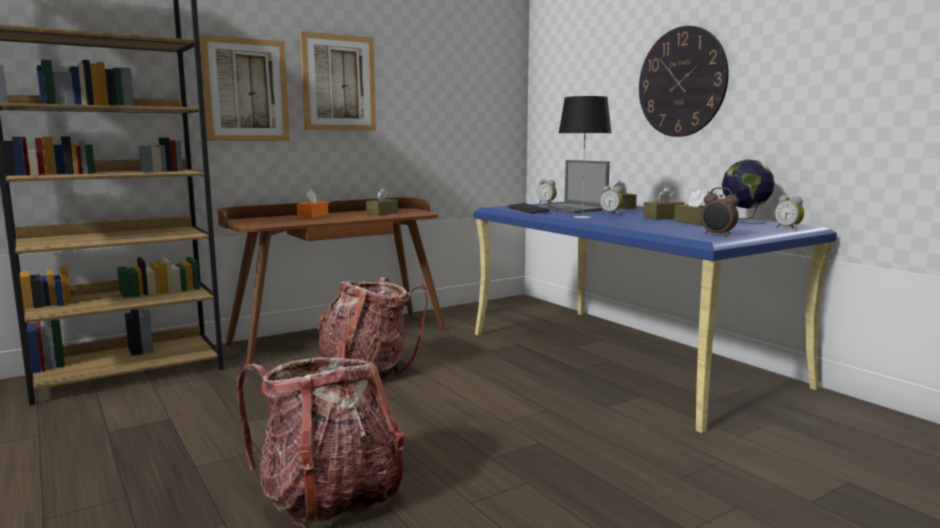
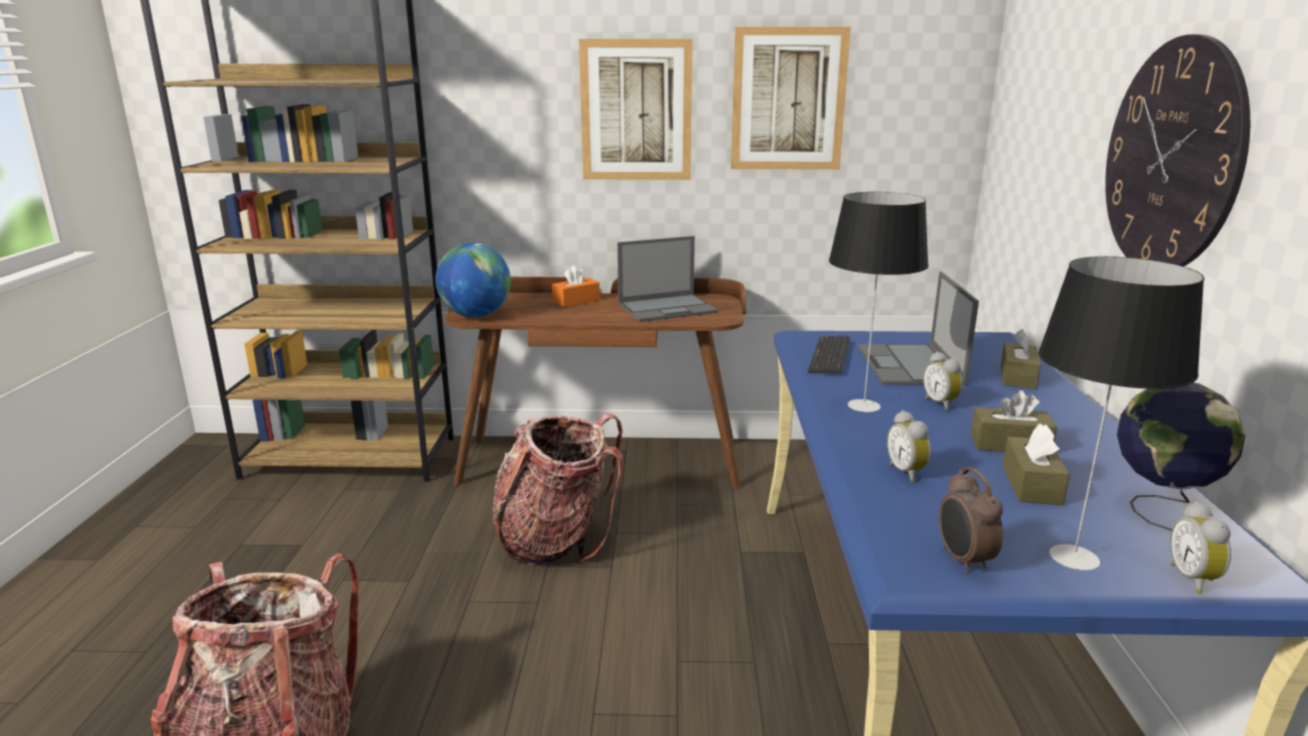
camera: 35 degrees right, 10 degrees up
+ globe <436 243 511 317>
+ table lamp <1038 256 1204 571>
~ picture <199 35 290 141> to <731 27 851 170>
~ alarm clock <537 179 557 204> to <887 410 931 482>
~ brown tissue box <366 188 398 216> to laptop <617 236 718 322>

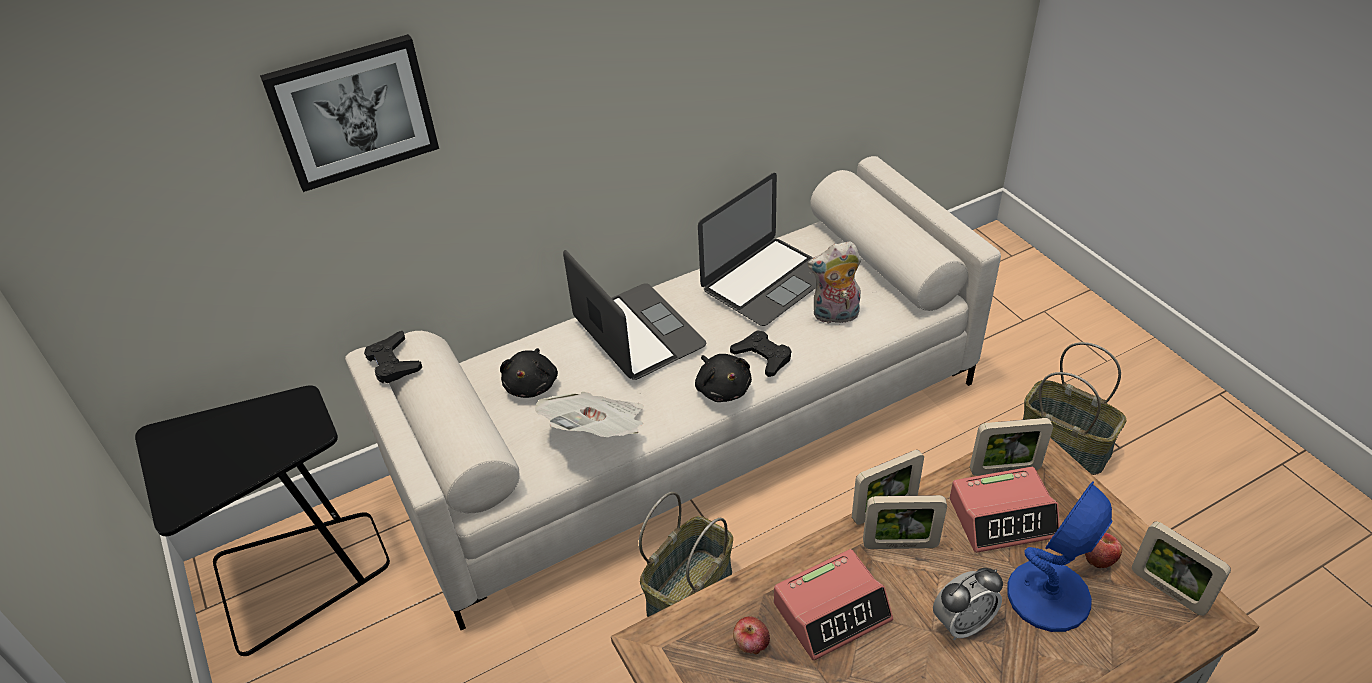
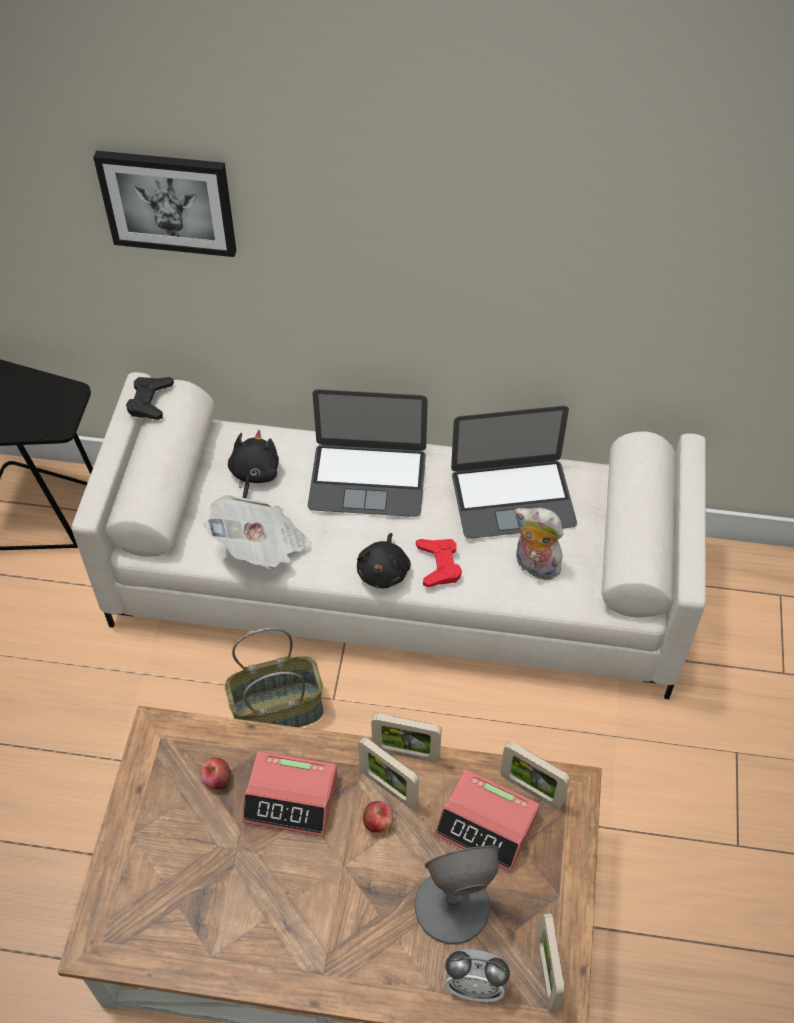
camera: 35 degrees right, 10 degrees up
- basket <1023 342 1126 475>
~ alarm clock <933 568 1003 640> to <445 949 510 1002>
~ apple <1085 532 1122 568> to <363 801 393 833>
~ black game controller <730 330 791 377> to red game controller <416 539 462 587>
~ blue table lamp <1007 481 1113 632> to grey table lamp <414 845 500 945>
~ black plush toy <500 348 558 398> = <228 430 279 498> 150 degrees clockwise
~ laptop <563 250 707 380> = <308 389 428 517> 90 degrees clockwise

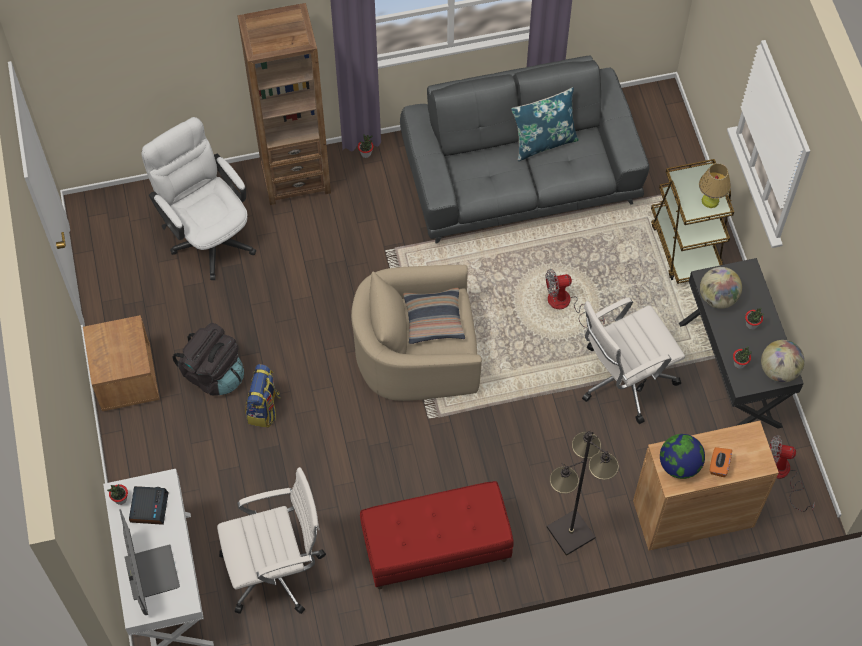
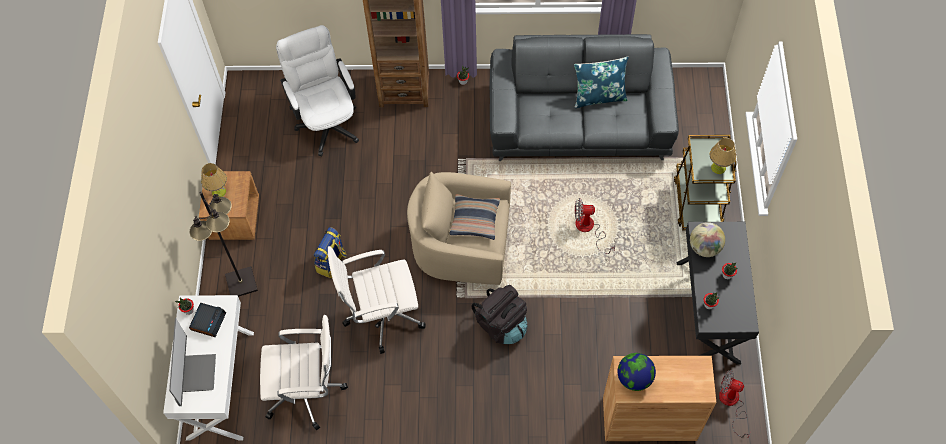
camera: 15 degrees right, 0 degrees up
- red bench <360 481 514 589>
- orange tissue box <709 447 732 477>
- globe <761 340 805 383>
+ table lamp <201 163 227 197>
~ black backpack <173 323 244 396> to <472 285 528 344>
~ black floor lamp <547 431 619 556> to <190 192 258 297>
~ white office chair <582 297 685 424> to <328 246 426 354>

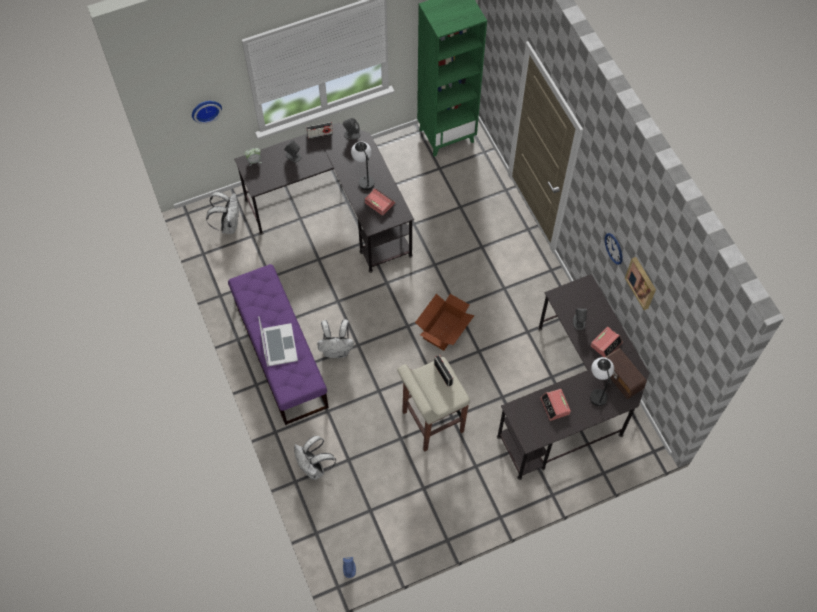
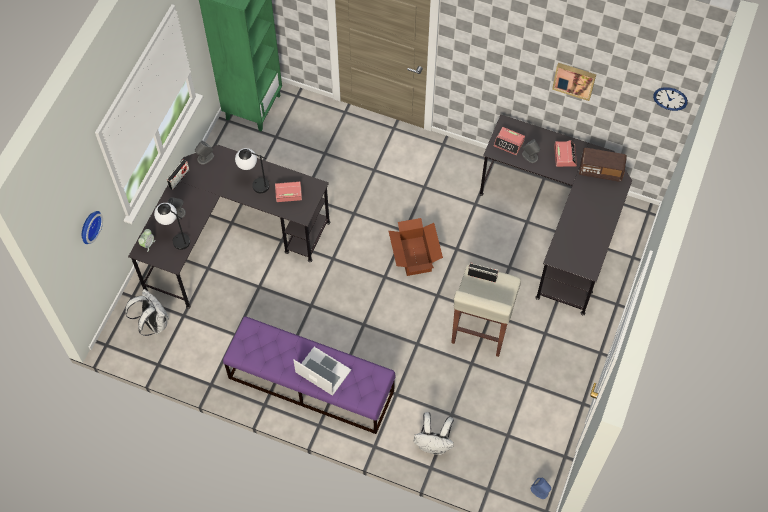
camera: 45 degrees left, 0 degrees up
- white backpack <317 319 354 358>
~ alarm clock <540 389 571 421> to <494 127 525 155>
~ table lamp <590 357 614 406> to <154 203 190 250>
~ wall clock <605 233 623 265> to <653 87 688 111>

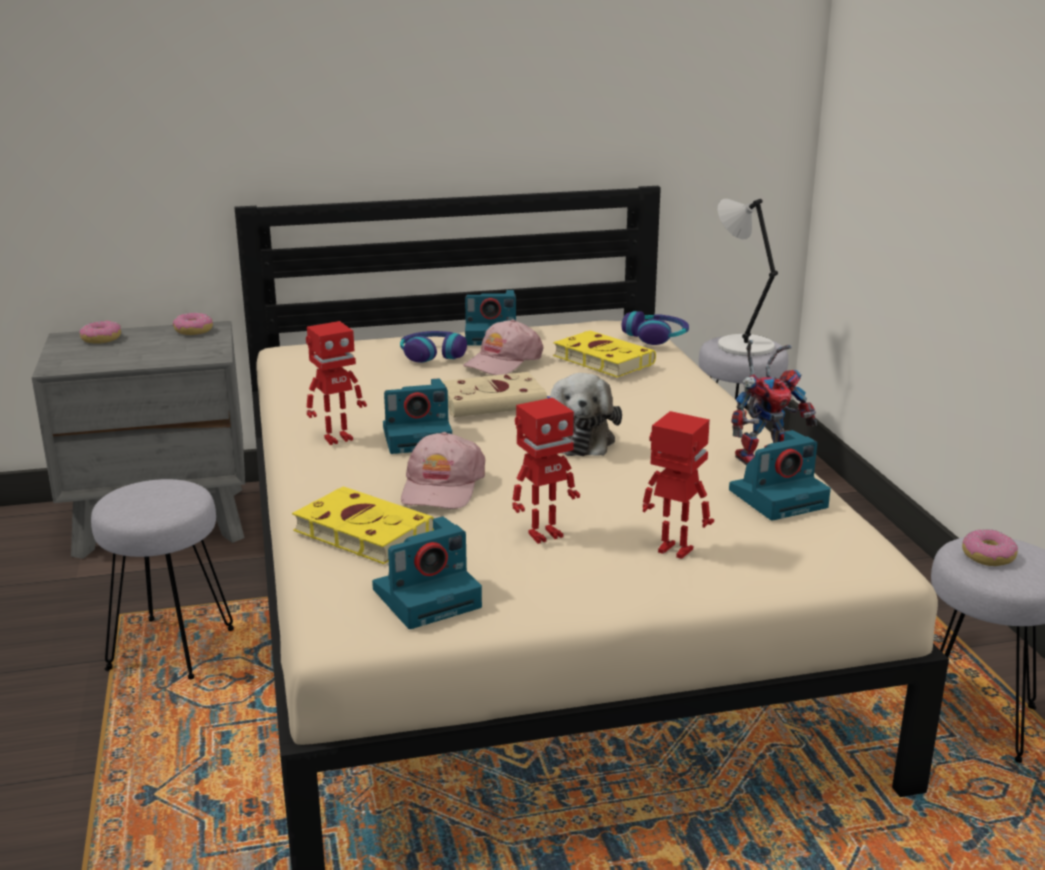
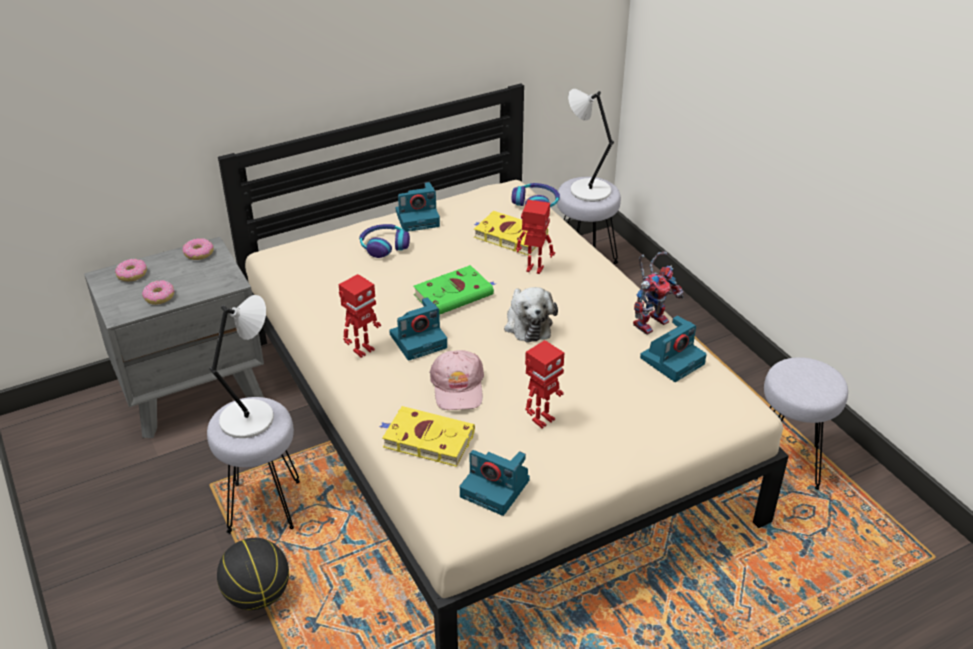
camera: 15 degrees left, 15 degrees up
- pink cap <463 319 543 375>
+ grey table lamp <210 295 274 438>
+ basketball <217 538 289 610>
~ toy robot <643 411 714 559> to <516 200 555 274>
~ donut <962 529 1018 566> to <142 280 174 305>
~ beige book <442 372 550 417> to green book <413 265 495 315>
~ photo camera <372 516 482 629> = <460 450 530 516> 75 degrees clockwise

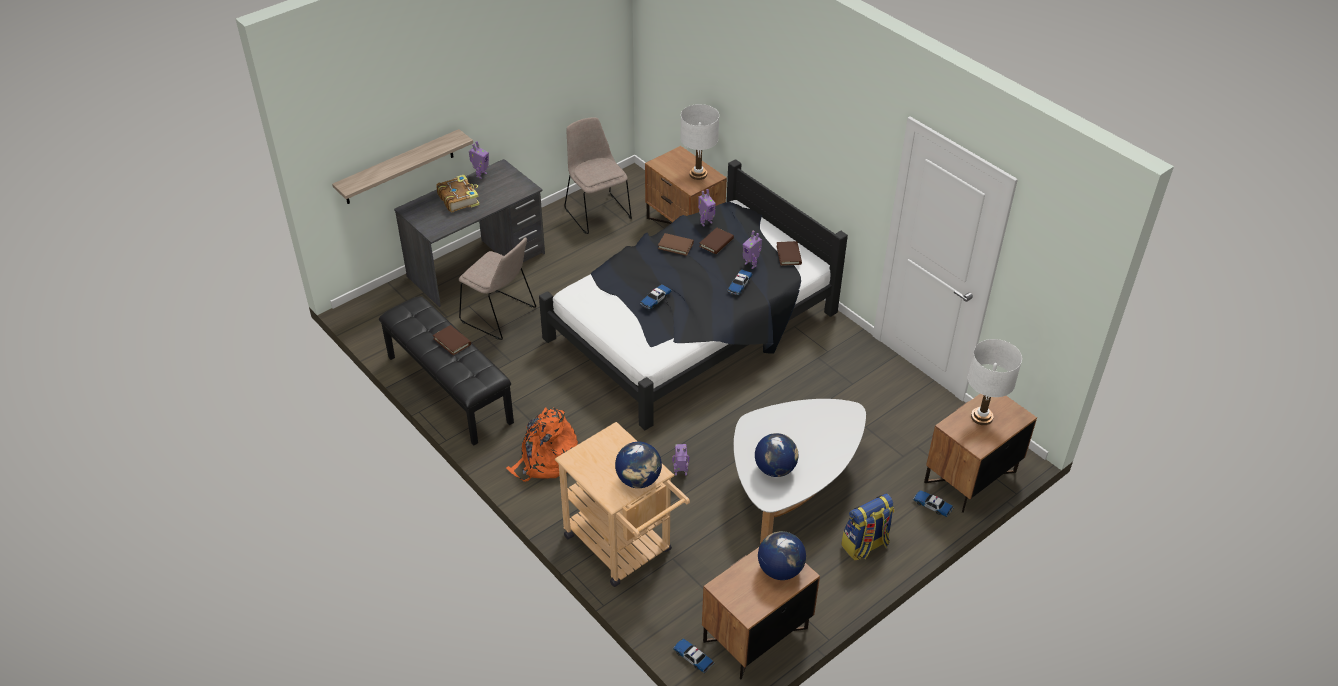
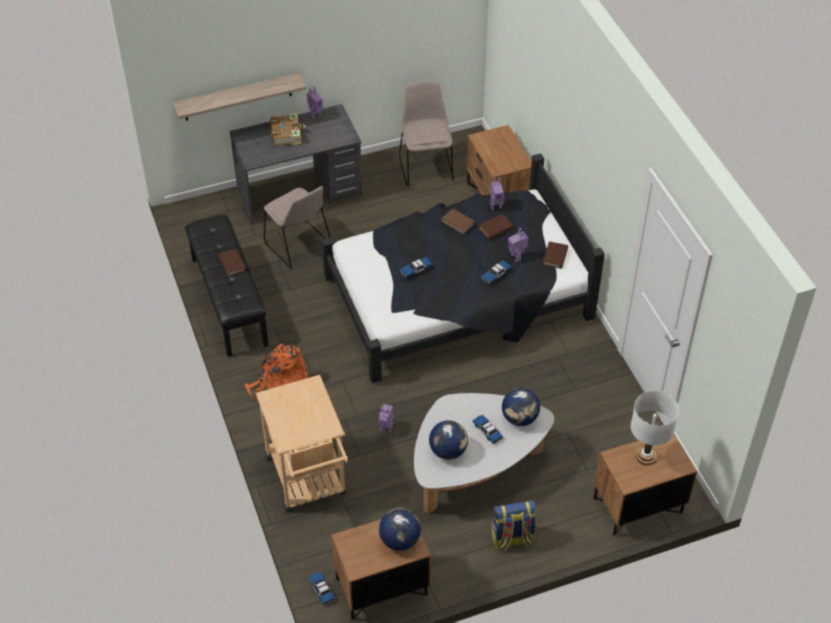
camera: 20 degrees right, 5 degrees up
- white table lamp <680 104 719 180>
~ globe <615 442 662 488> to <502 388 540 426>
~ toy car <913 490 953 517> to <472 415 503 444>

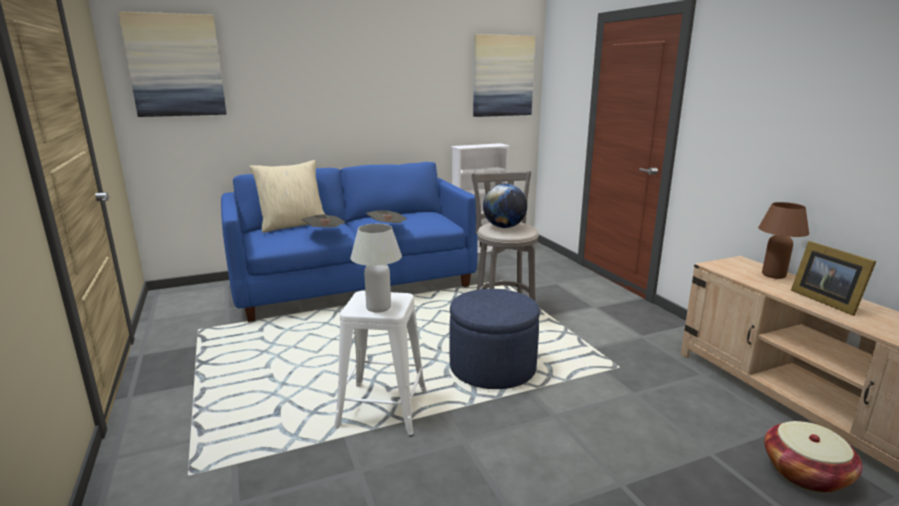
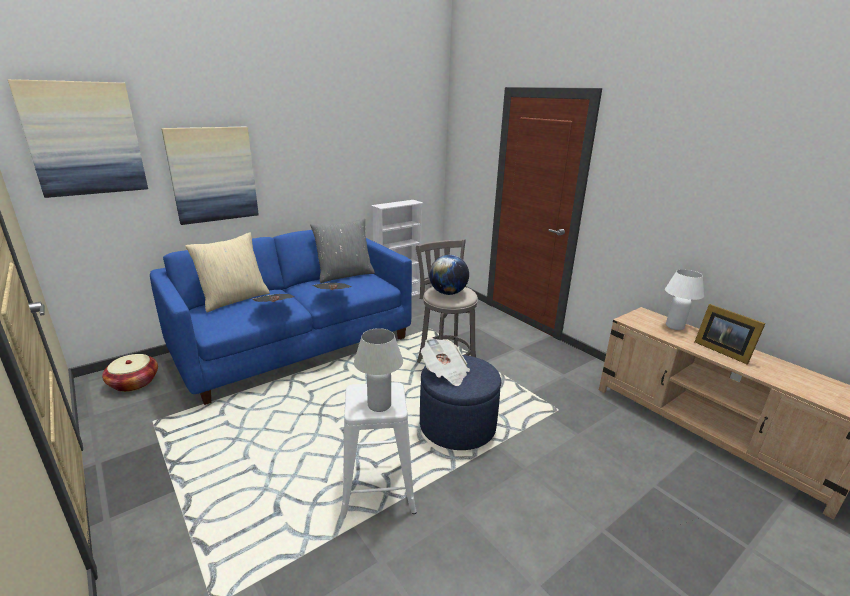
camera: 15 degrees left, 5 degrees up
+ grey pillow <310 218 375 283>
+ newspaper <421 338 470 386>
~ picture <473 34 535 117> to <161 127 259 225>
~ basket <764 421 862 493> to <102 354 158 392>
~ brown table lamp <758 202 809 279> to white table lamp <665 269 704 330>

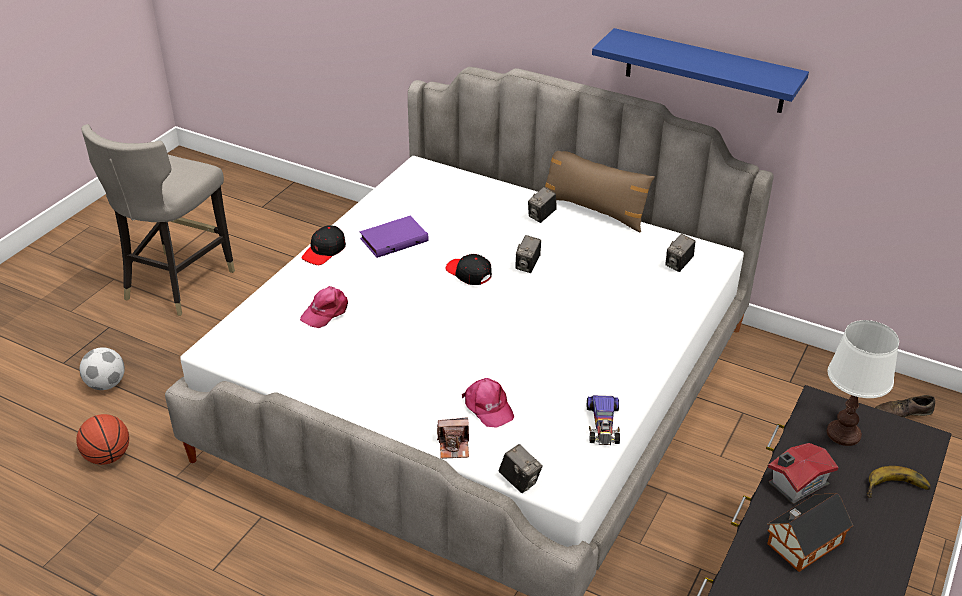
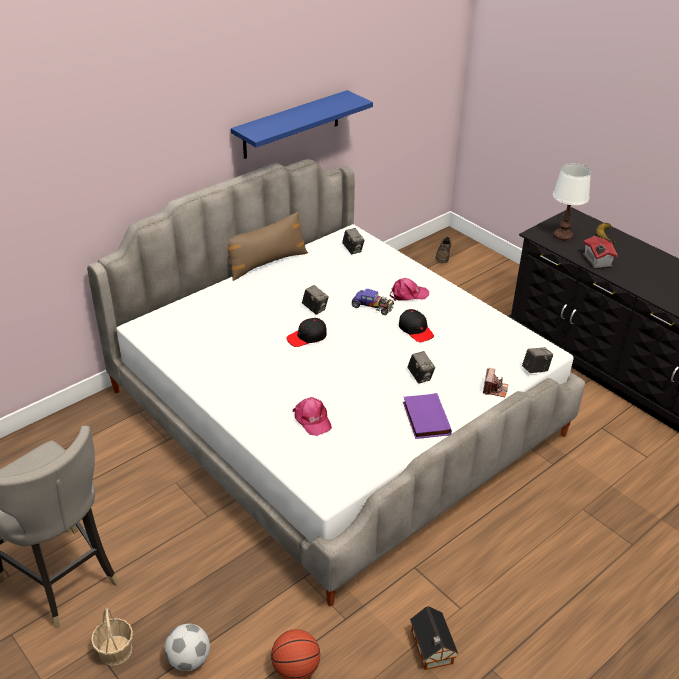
camera: 70 degrees left, 0 degrees up
+ basket <91 608 133 666>
~ black cap <302 225 346 265> to <399 309 434 342>
~ purple book <360 216 429 258> to <403 393 452 439>
~ pink cap <462 378 514 428> to <390 278 429 302>
~ photo camera <528 187 557 223> to <407 351 435 384>
~ toy car <587 395 620 445> to <352 289 394 315>
~ toy house <767 493 853 572> to <410 606 458 670>

